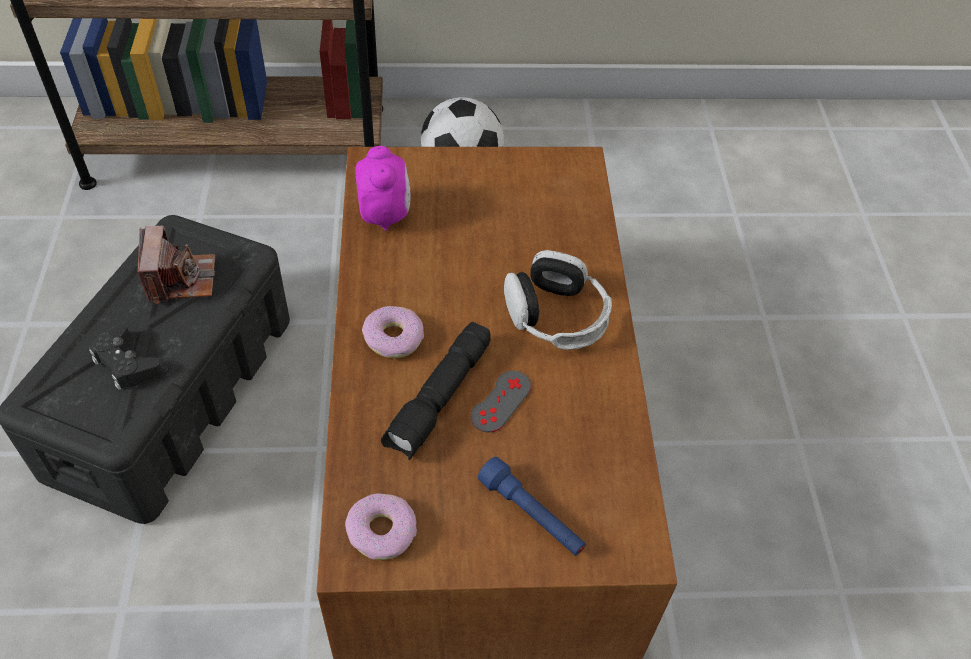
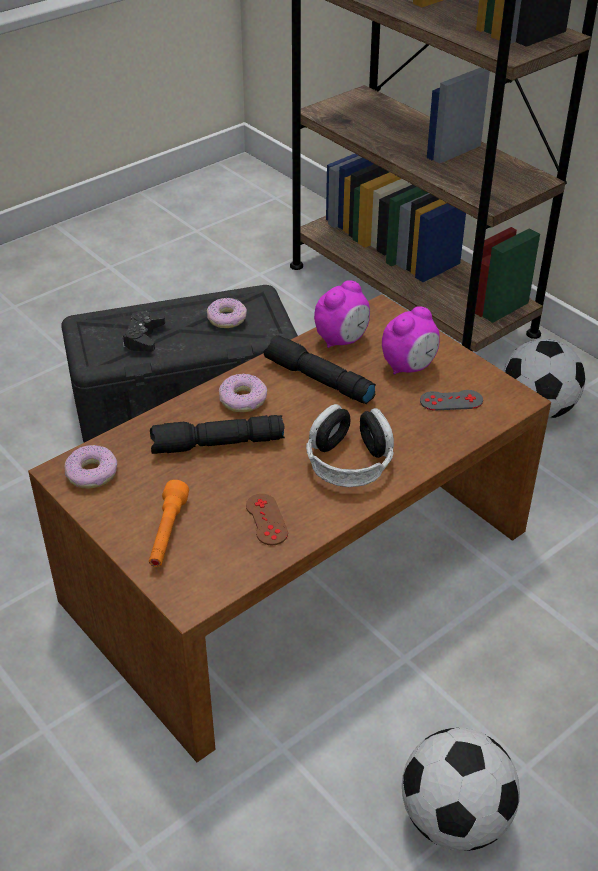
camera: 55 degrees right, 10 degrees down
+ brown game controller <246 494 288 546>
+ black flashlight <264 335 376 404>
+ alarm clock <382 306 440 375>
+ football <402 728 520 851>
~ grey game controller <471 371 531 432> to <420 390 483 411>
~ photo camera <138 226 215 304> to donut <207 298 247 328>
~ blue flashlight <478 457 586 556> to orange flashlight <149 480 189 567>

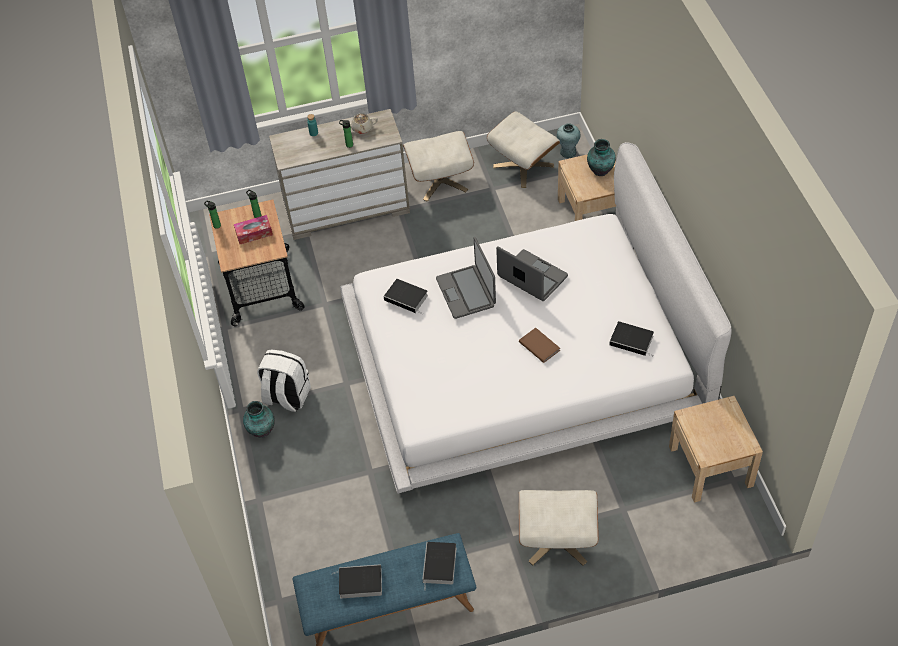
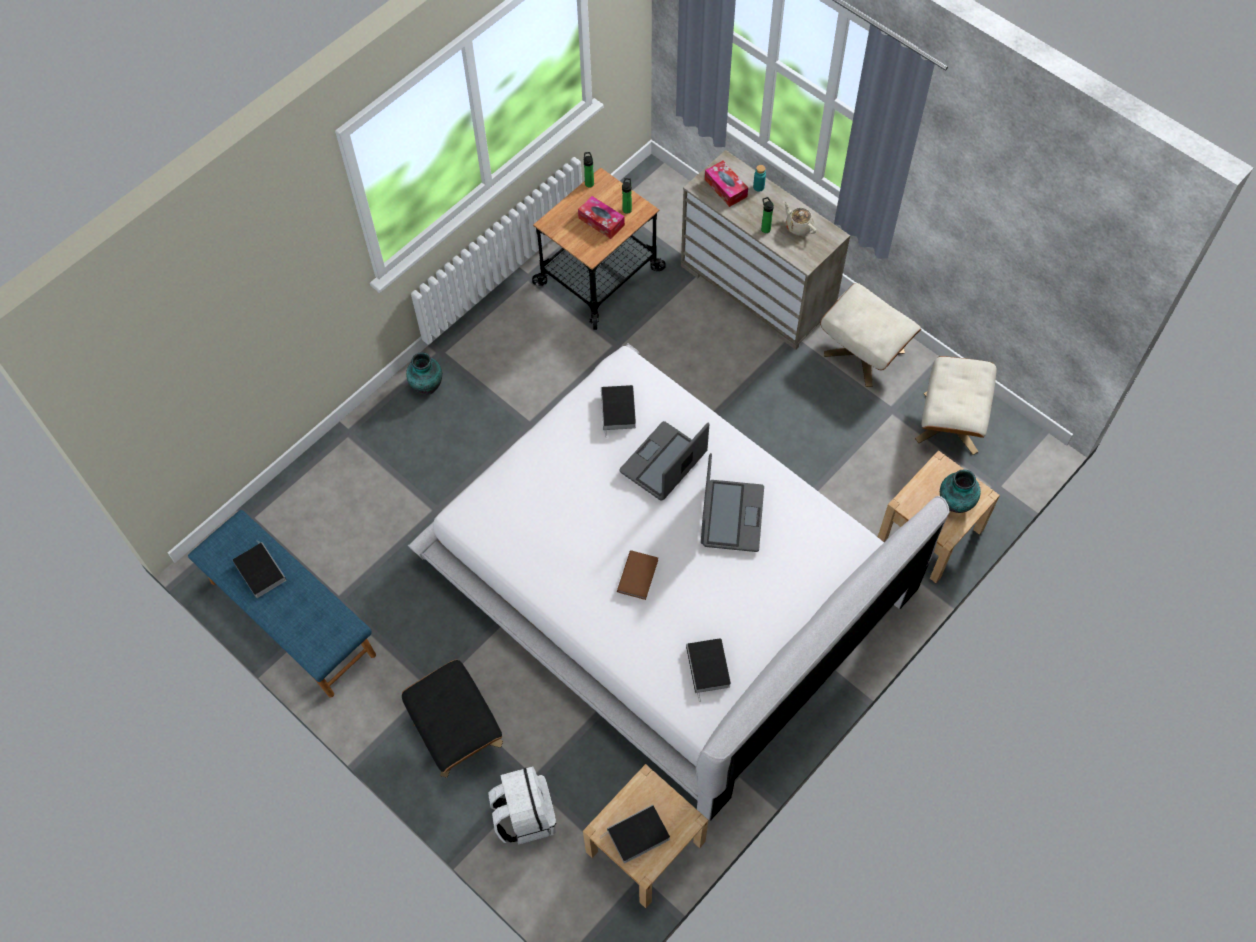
camera: 55 degrees right, 10 degrees up
- turquoise vase <557 123 580 158>
+ tissue box <705 161 748 207>
~ white backpack <257 349 311 412> to <489 766 556 845>
~ book <422 542 457 591> to <599 805 670 863>
~ beige ottoman <519 490 599 566> to black ottoman <402 660 503 778>

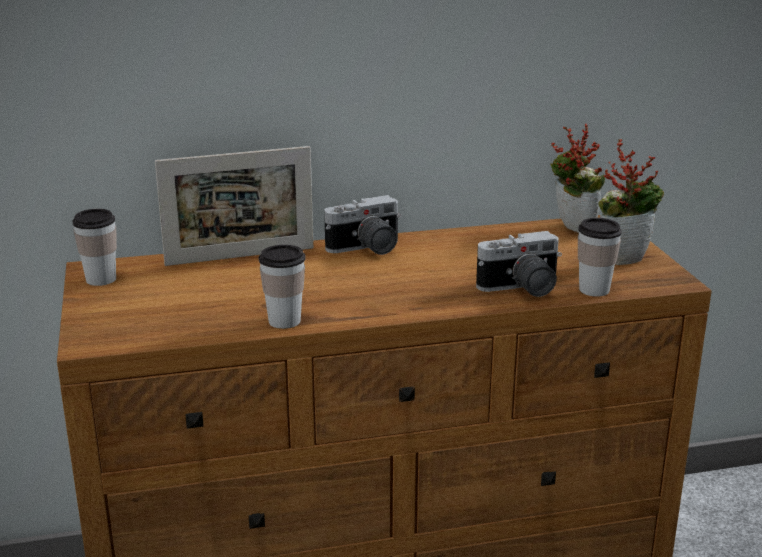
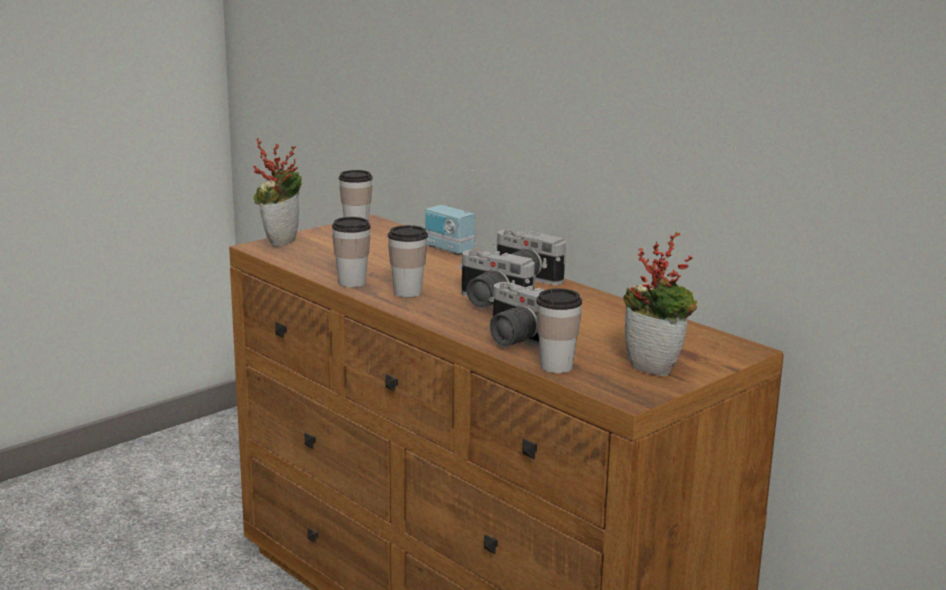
camera: 60 degrees right, 5 degrees down
+ cup <388 225 428 297>
+ photo camera <458 250 536 308>
~ potted plant <550 124 605 233> to <253 138 302 247>
~ picture frame <155 146 313 266> to radio <425 170 475 255>

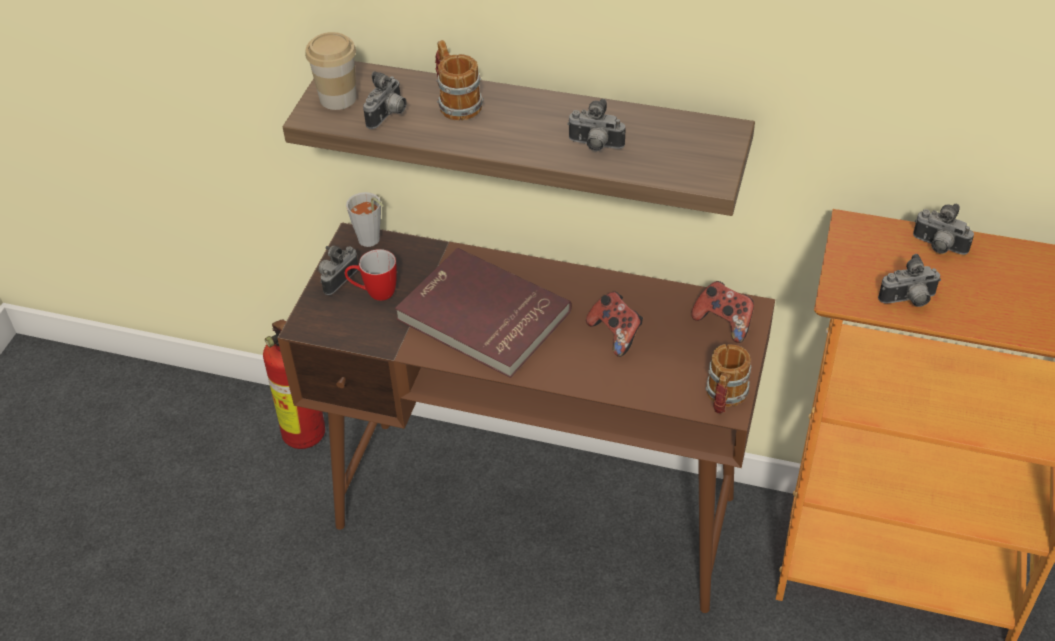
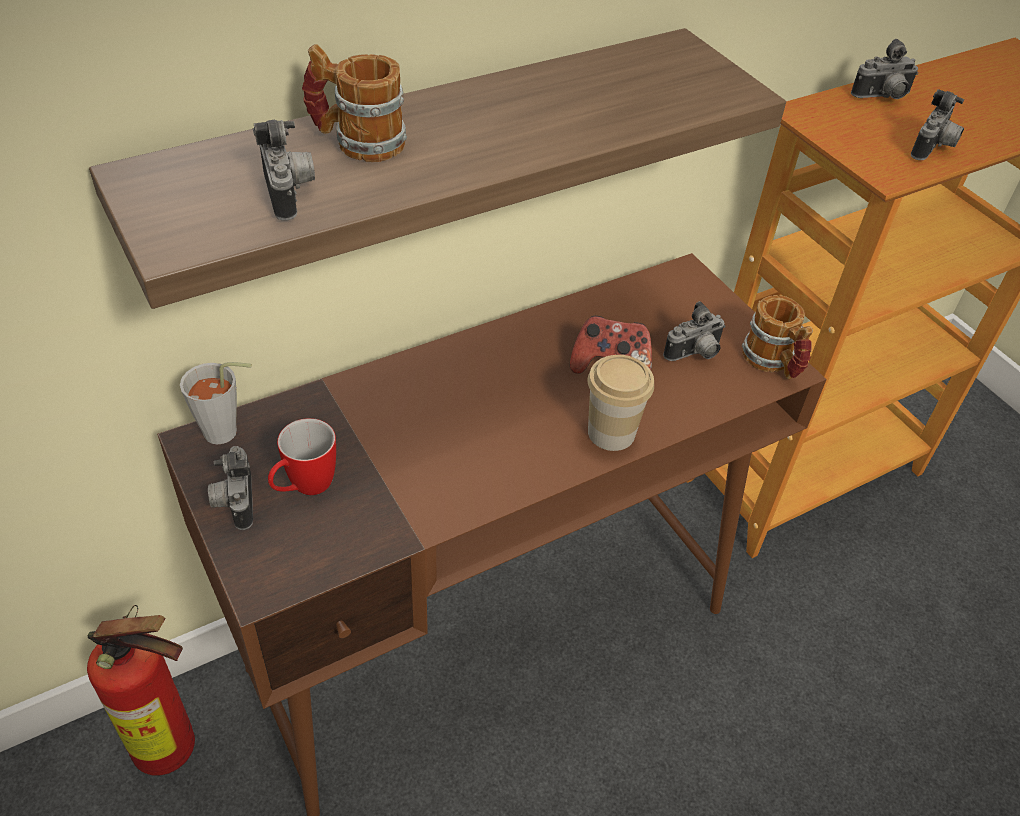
camera: 50 degrees left, 0 degrees up
- red book <395 248 572 378>
- game controller <691 281 754 343>
~ cup <305 32 357 110> to <587 355 654 451>
~ photo camera <567 99 626 151> to <663 301 725 361>

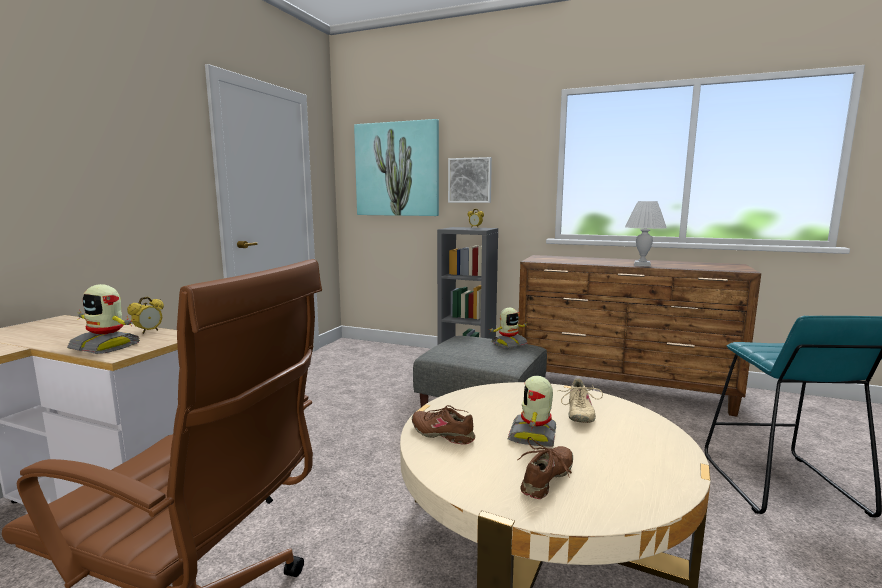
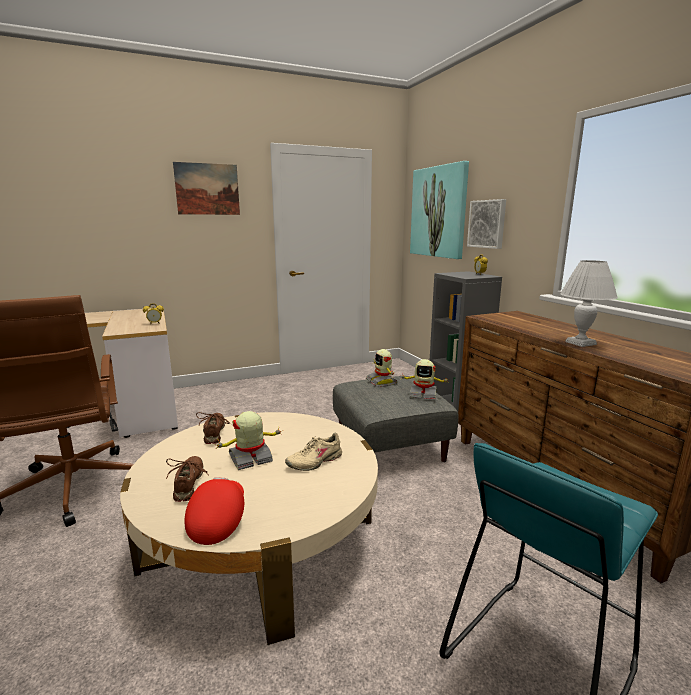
camera: 45 degrees right, 5 degrees up
+ picture <173 162 240 215>
+ red cap <185 477 244 545>
~ toy robot <67 284 140 354> to <366 349 397 387>
~ brown shoe <517 437 573 499> = <166 456 207 502> 90 degrees counterclockwise

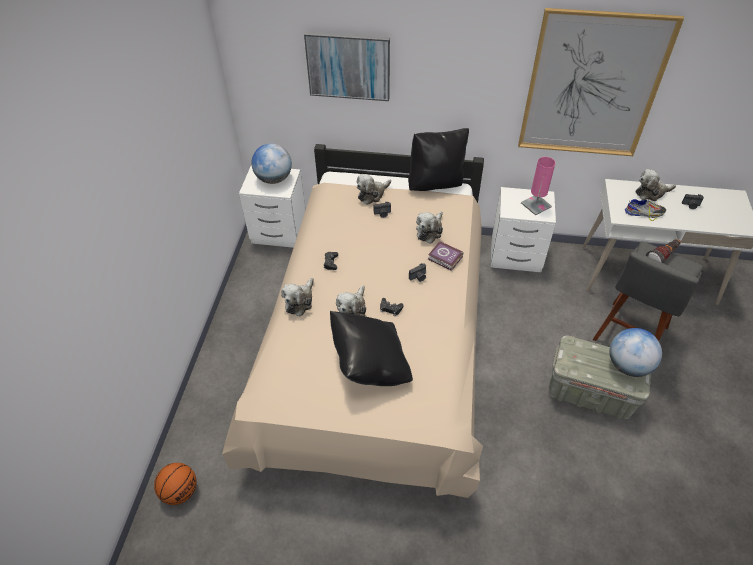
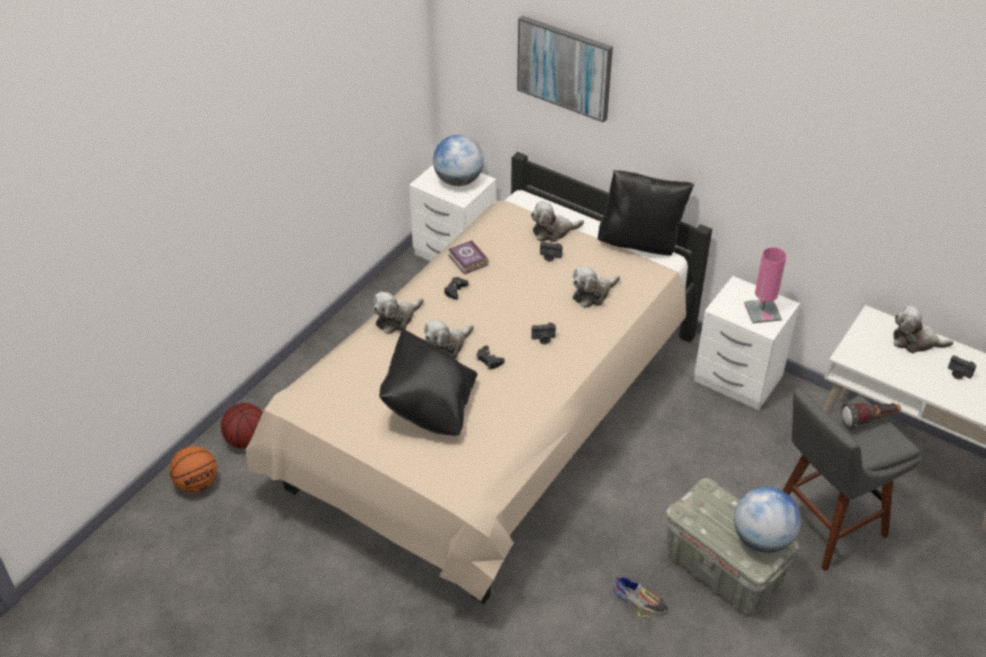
camera: 25 degrees right, 5 degrees down
- picture <518 8 684 156>
+ basketball <221 403 263 449>
~ book <428 241 463 271> to <448 240 489 274>
~ shoe <625 199 666 221> to <614 577 668 617>

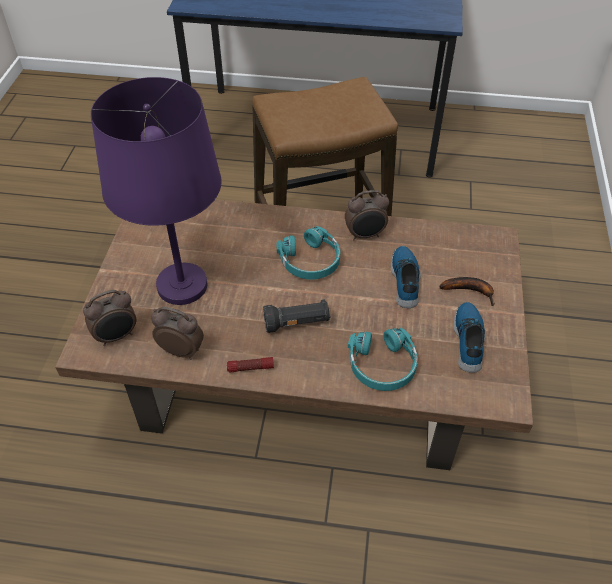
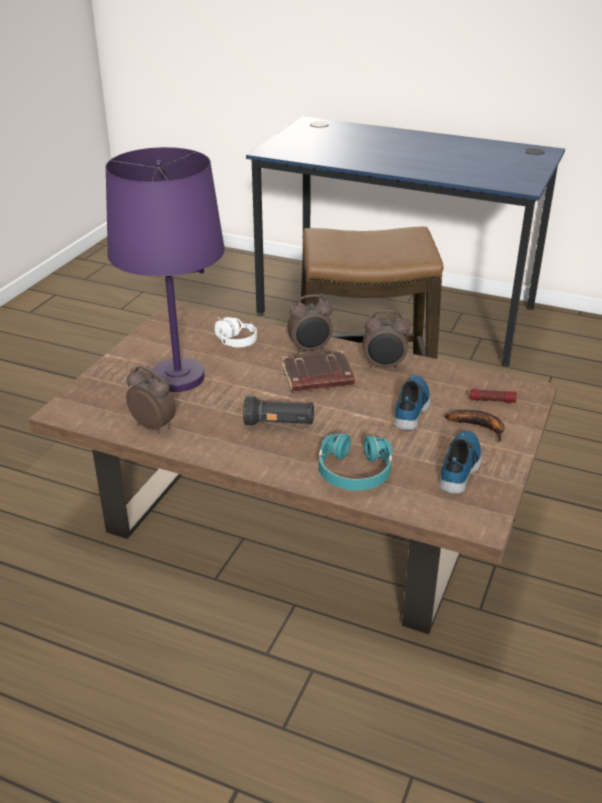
camera: 15 degrees right, 15 degrees down
+ white headphones <215 317 257 347>
~ alarm clock <83 290 136 346> to <287 294 333 354>
~ flashlight <227 357 274 373> to <469 389 517 403>
~ turquoise headphones <277 226 340 279> to brown book <281 350 355 392>

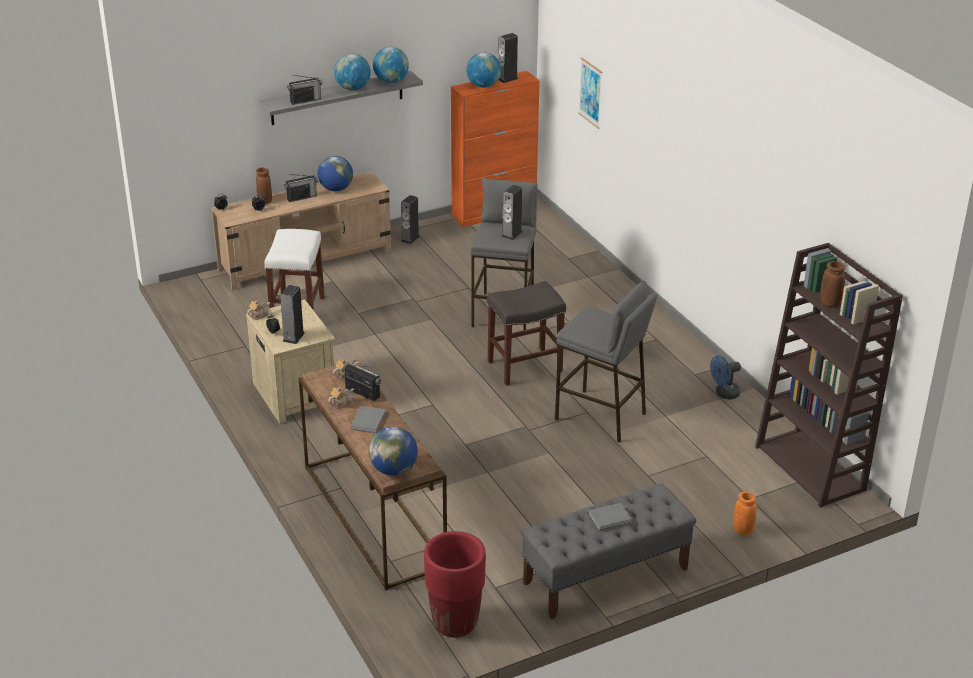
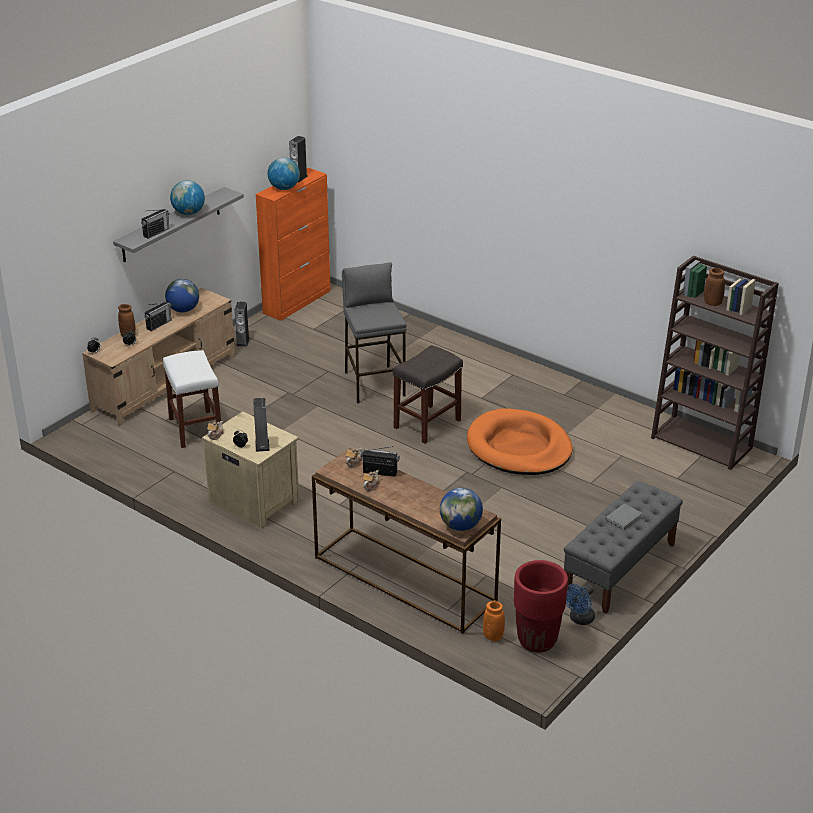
camera: 25 degrees left, 0 degrees up
- grey book <351 406 386 433>
- globe <373 47 409 83>
- speaker <501 185 523 240>
- picture <578 58 602 129>
~ blue fan <710 355 741 400> to <566 584 595 625>
~ orange vase <733 492 756 535> to <483 601 505 641>
~ grey stool <555 281 657 443> to orange dog bed <467 409 573 475>

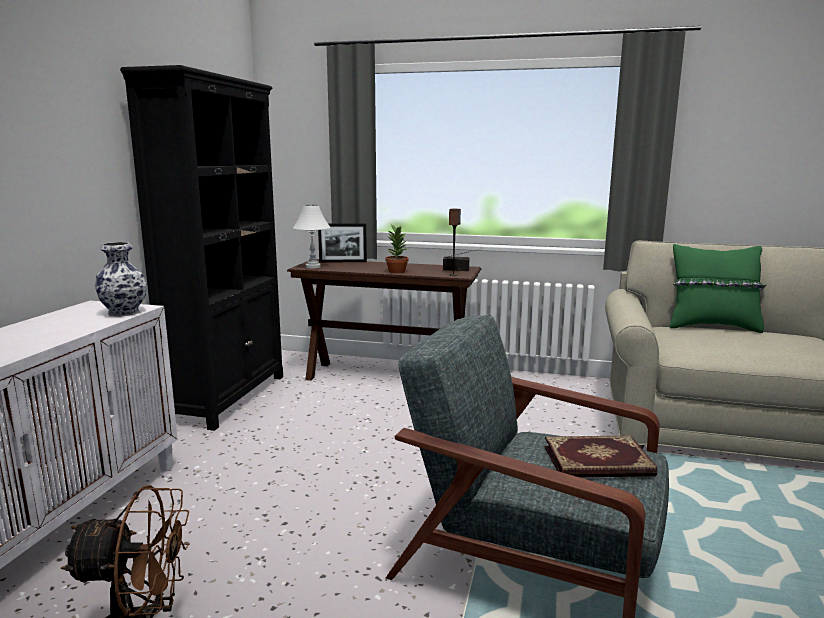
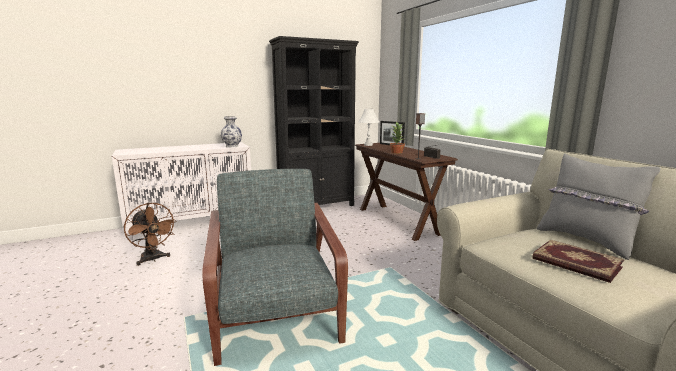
camera: 50 degrees right, 0 degrees up
~ book <544 436 657 477> to <532 240 624 283>
~ green pillow <670 244 767 333> to grey pillow <537 154 661 260>

